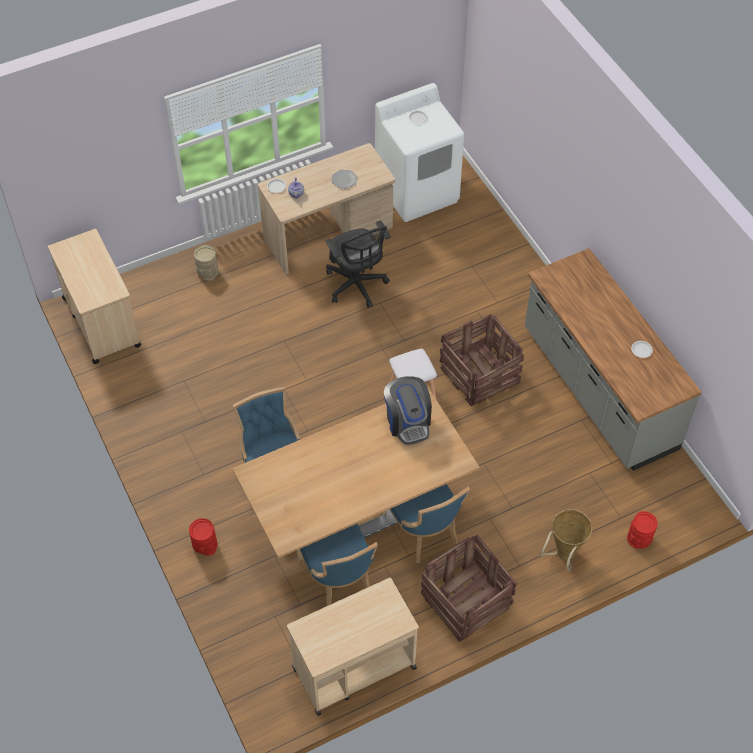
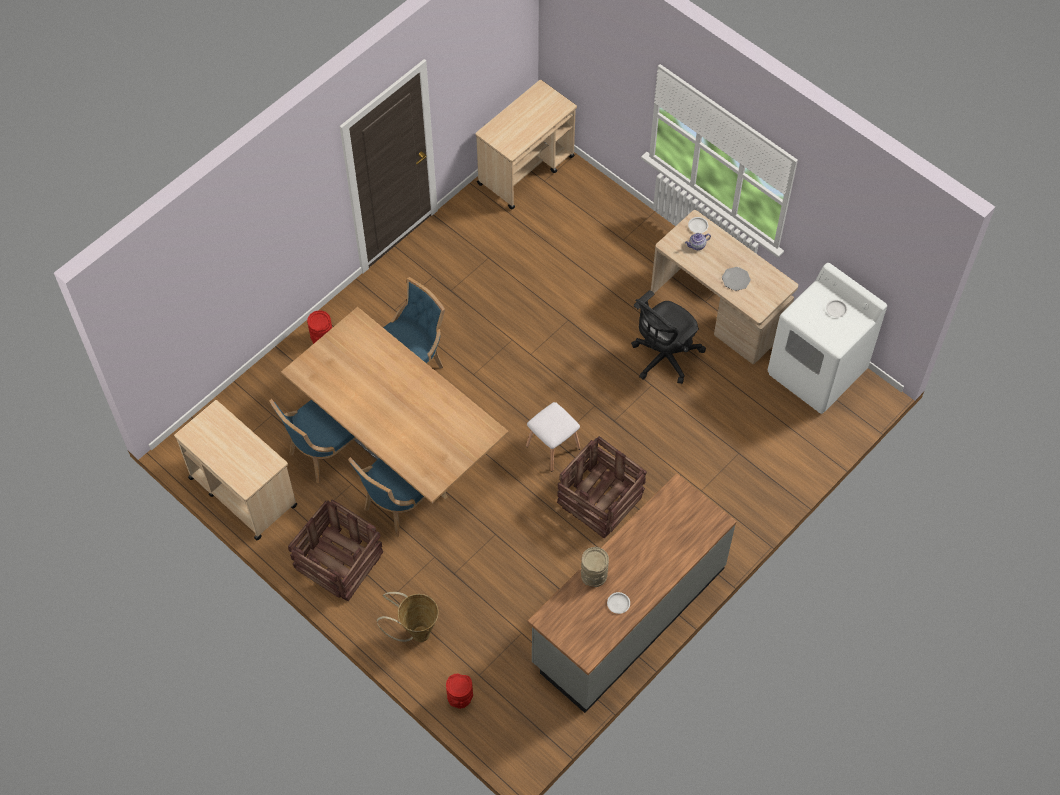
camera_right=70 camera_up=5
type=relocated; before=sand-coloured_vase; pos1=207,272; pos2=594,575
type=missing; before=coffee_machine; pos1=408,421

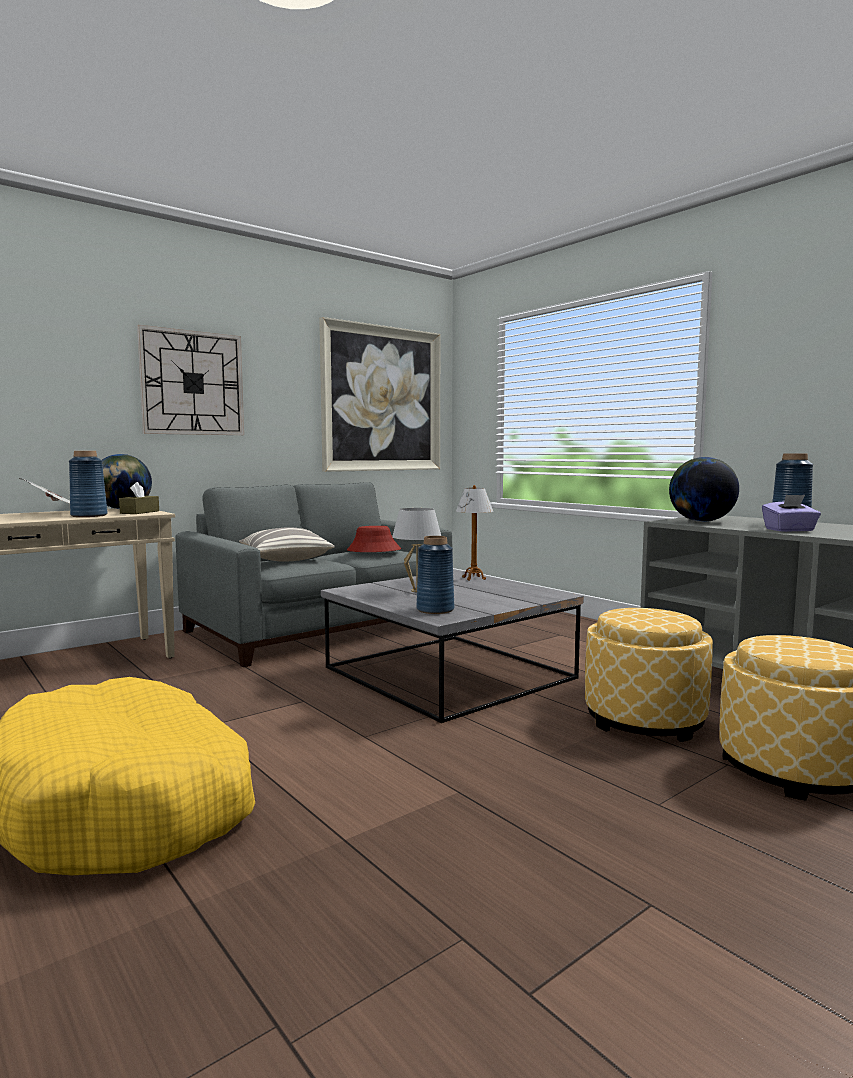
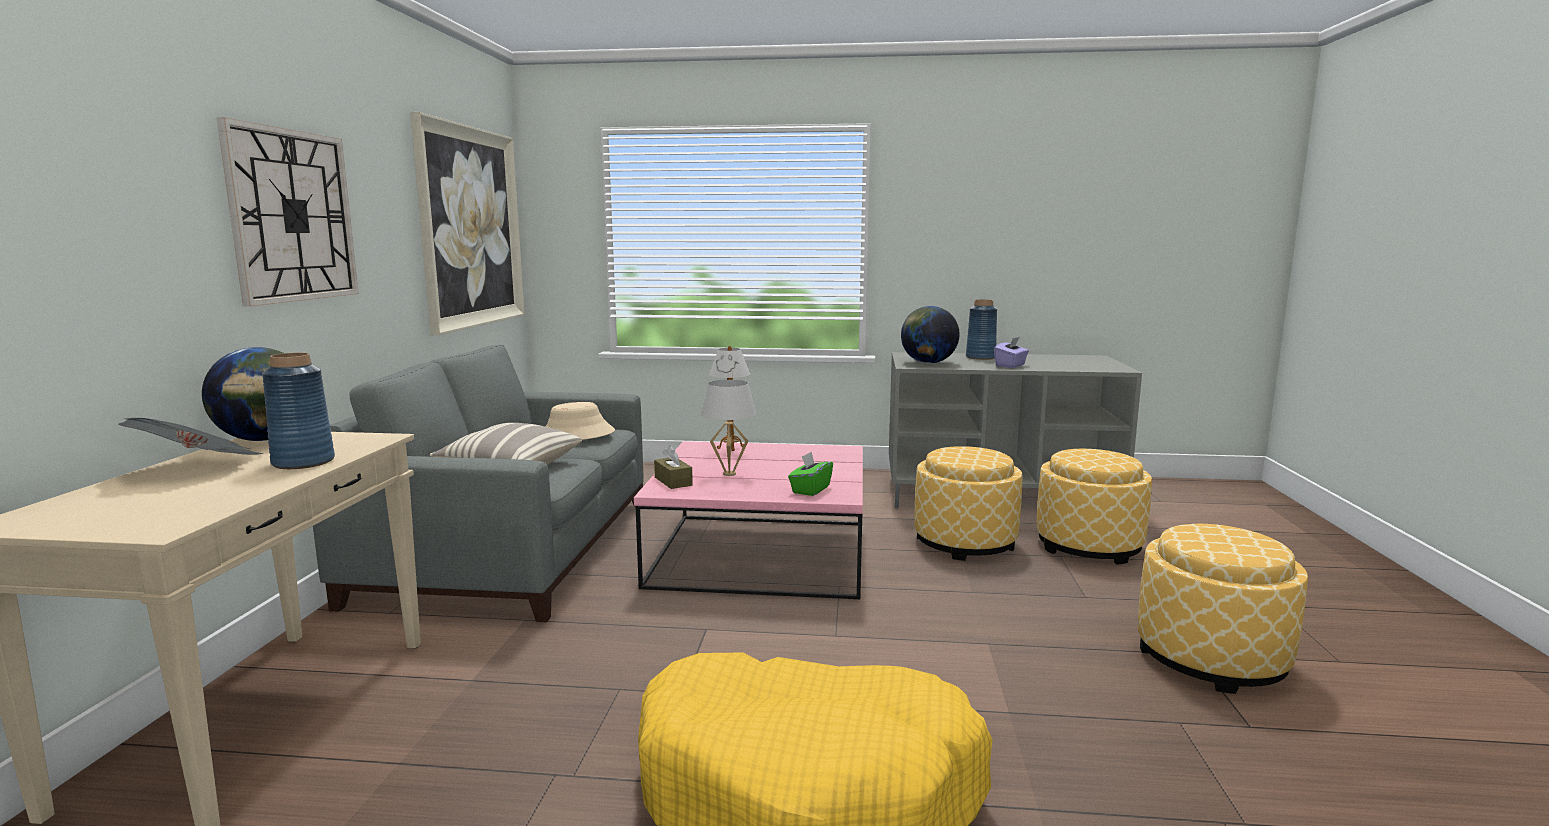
camera_right=-45 camera_up=5
type=relocated; before=brown_tissue_box; pos1=140,512; pos2=673,481
type=colour; before=greyish_low_table; after=pink_low_table; pos1=449,672; pos2=759,552
type=colour; before=reddish_hat; after=sand-coloured_hat; pos1=373,550; pos2=576,435
type=exchanged; before=blue-coloured_vase; after=green-coloured_tissue_box; pos1=435,610; pos2=810,489
type=appeared; after=pouffe; pos2=1211,658

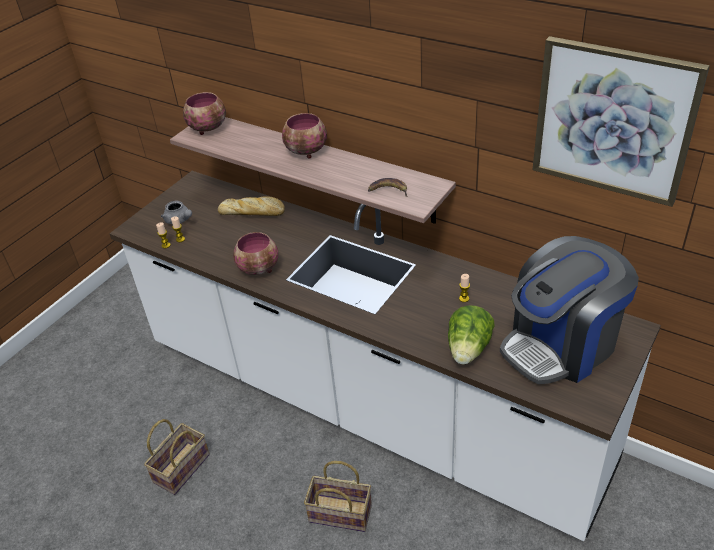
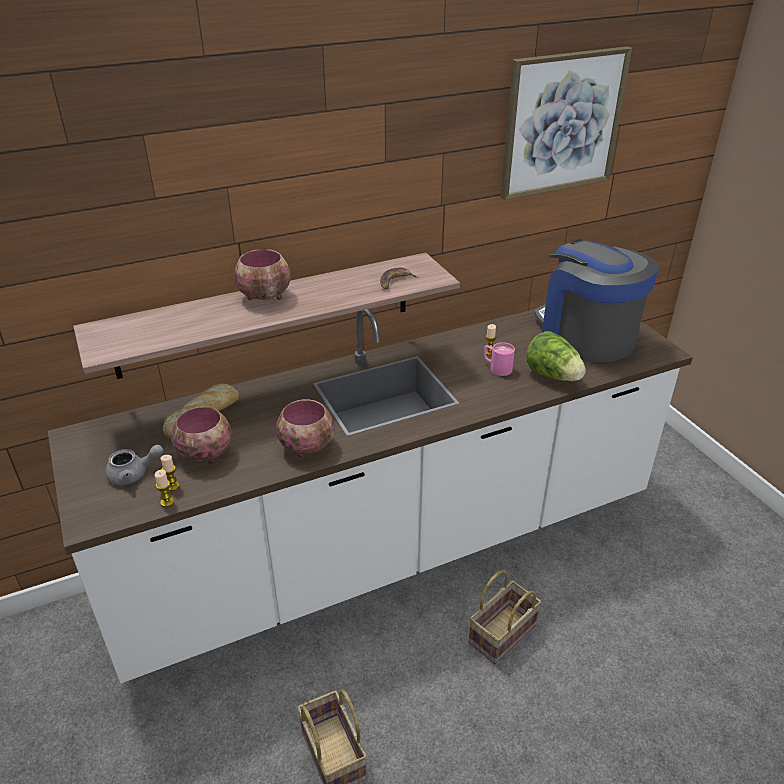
camera_right=-60 camera_up=-5
type=relocated; before=deep_dish; pos1=209,128; pos2=205,453
type=spun; before=coffee_machine; pos1=561,345; pos2=586,335; turn=150
type=appeared; after=pink_mug; pos2=496,368

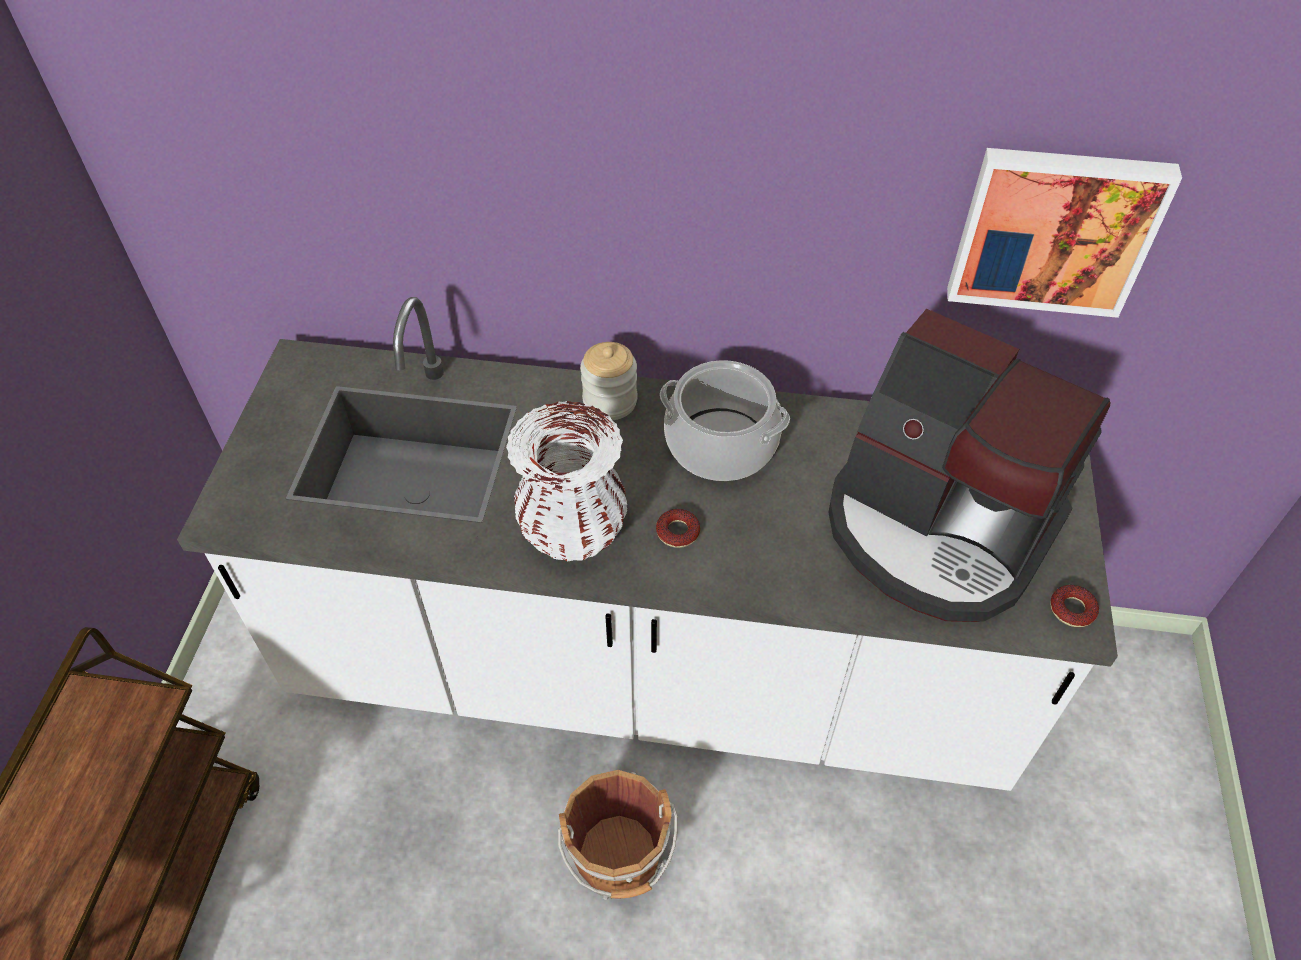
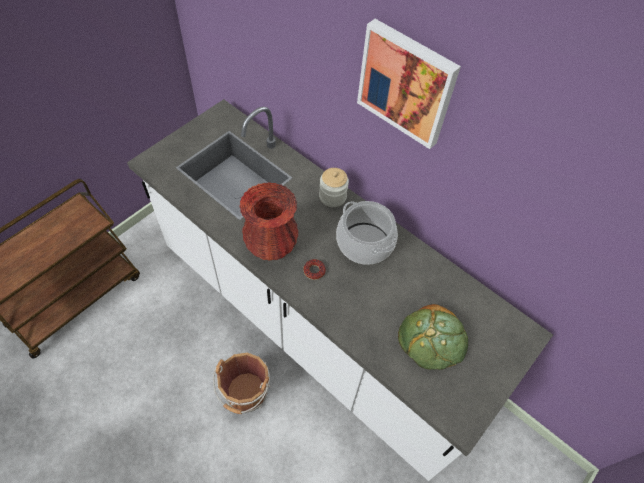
camera_right=30 camera_up=5
type=colour; before=white_vase; after=reddish_vase; pos1=573,534; pos2=271,246
type=exchanged; before=coffee_machine; after=bakery_bread; pos1=938,528; pos2=432,340
type=relocated; before=wall_picture; pos1=1054,229; pos2=407,83
type=missing; before=ring_doughnut; pos1=1072,609

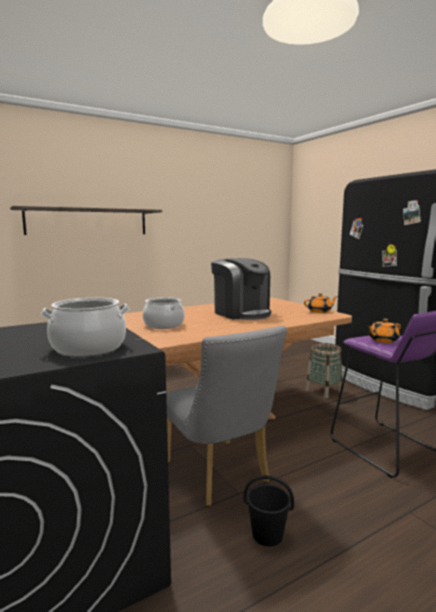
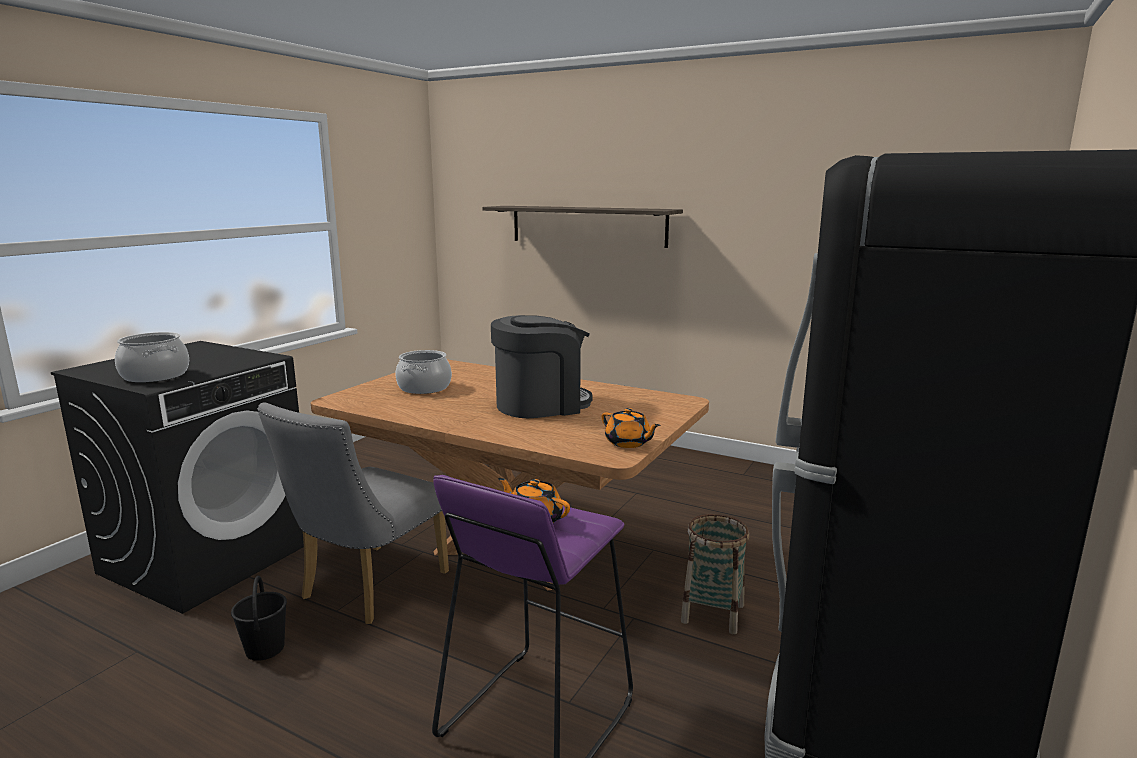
camera_right=60 camera_up=5
type=spun; before=coffee_machine; pos1=241,313; pos2=541,404; turn=-135

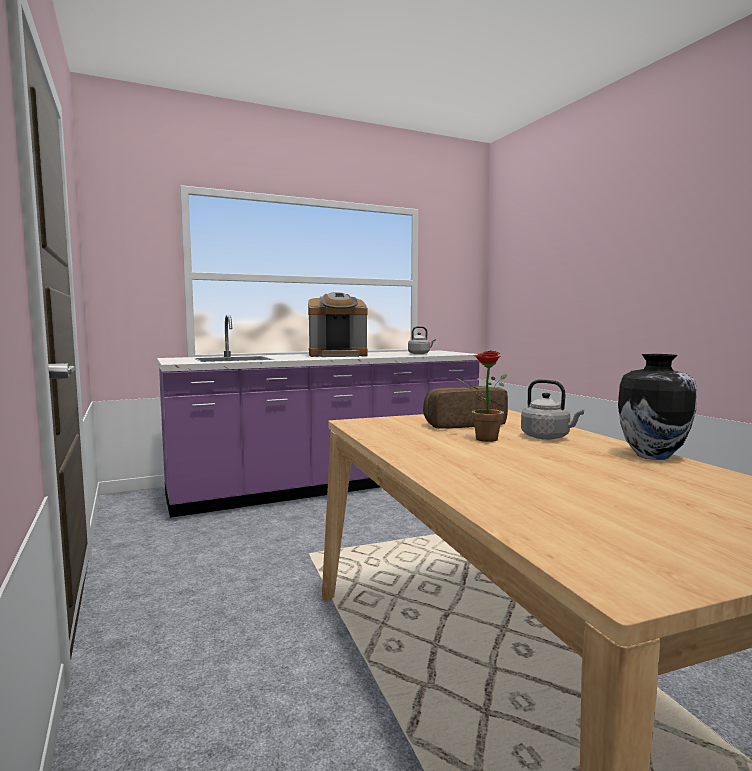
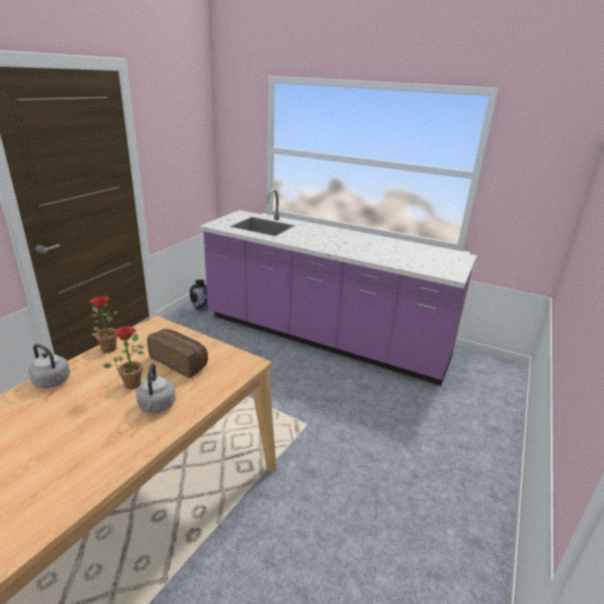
camera_right=50 camera_up=20
type=missing; before=coffee_machine; pos1=338,355
type=relocated; before=greyish_water_kettle; pos1=420,353; pos2=53,382
type=relocated; before=vase; pos1=652,456; pos2=202,309
type=appeared; after=potted_plant; pos2=106,347

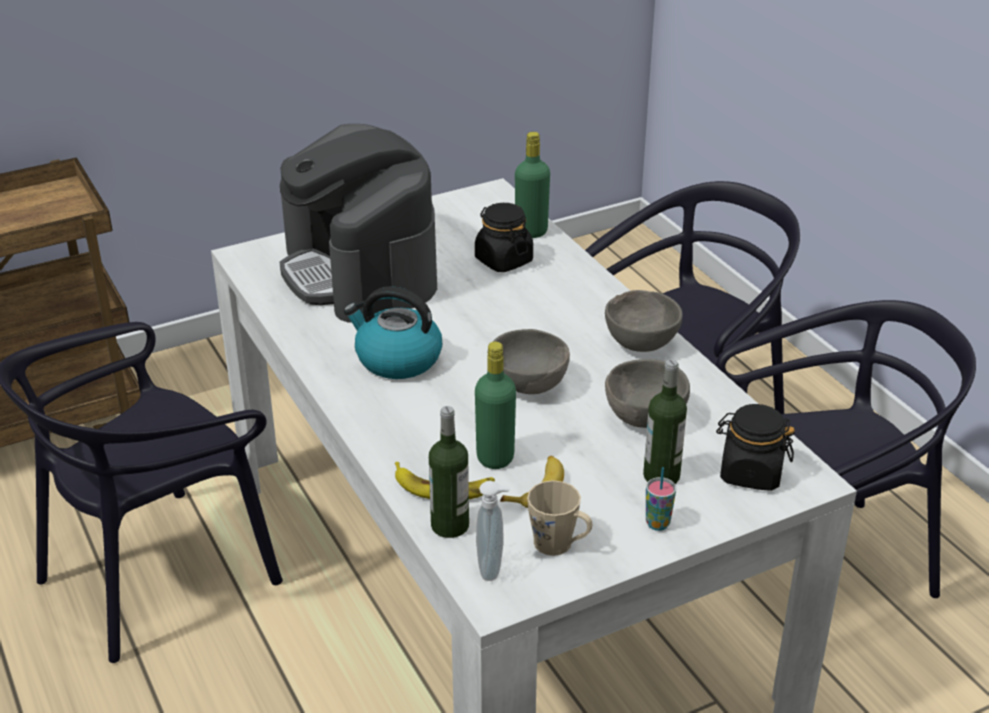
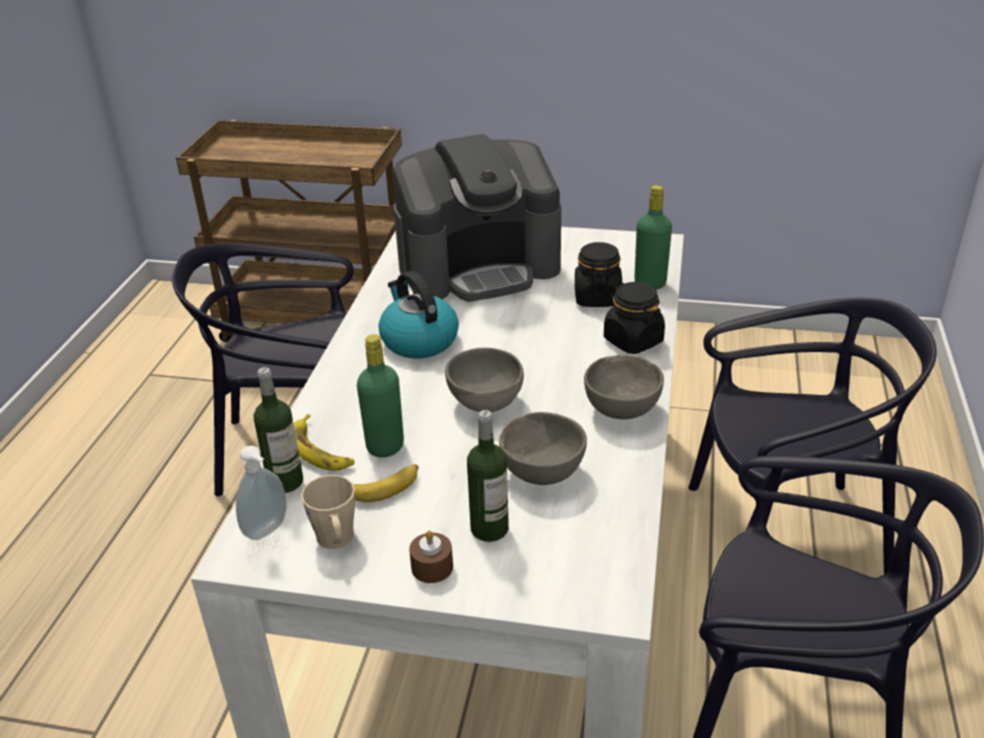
camera_right=40 camera_up=0
type=spun; before=coffee_machine; pos1=360,272; pos2=479,267; turn=-120
type=exchanged; before=cup; after=brown_wax_candle; pos1=657,524; pos2=432,567
type=relocated; before=blackish_preserve_jar; pos1=750,473; pos2=632,340

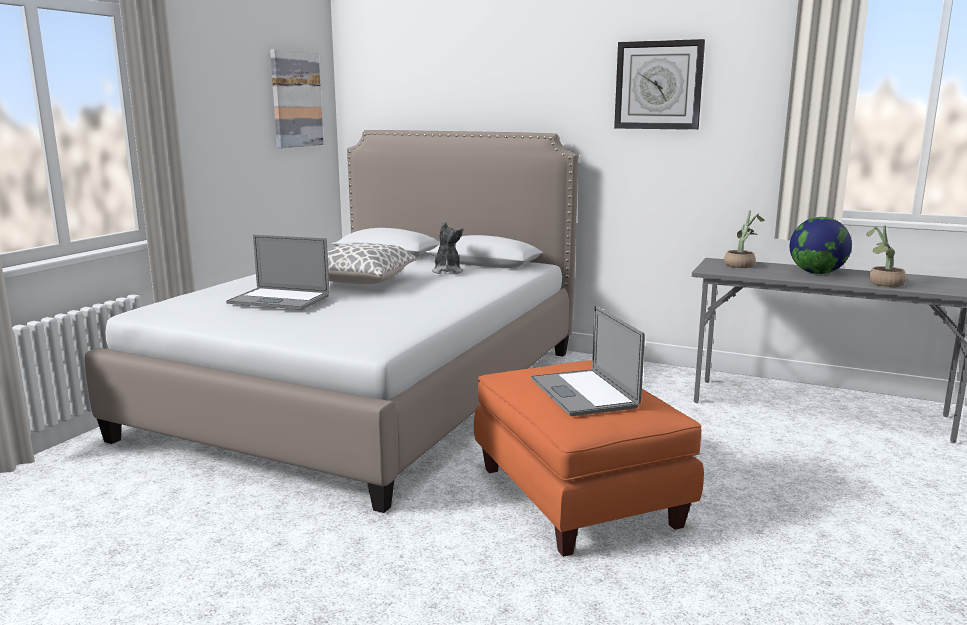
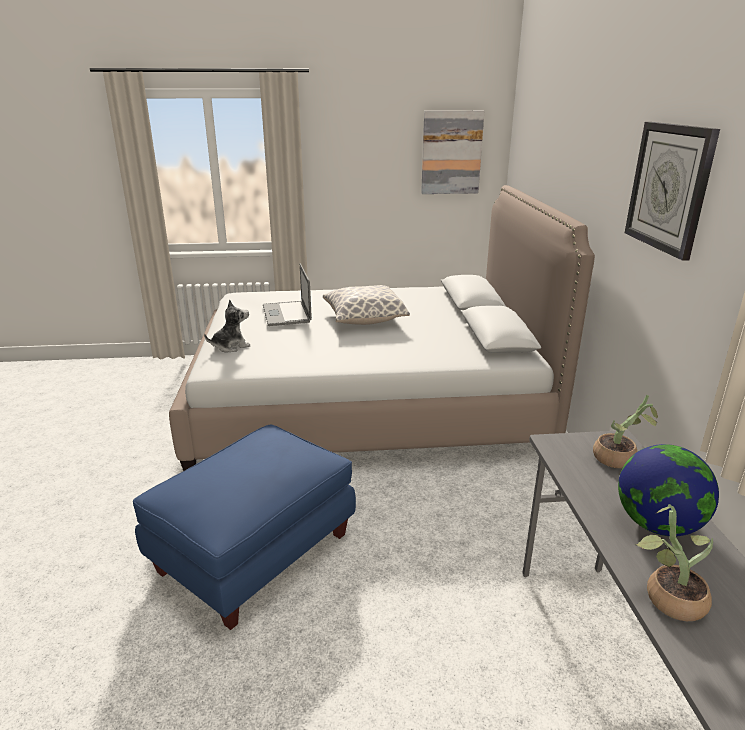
camera_right=60 camera_up=10
type=relocated; before=soft_toy; pos1=447,271; pos2=230,346
type=colour; before=orangey_pouffe; after=blue-coloured_pouffe; pos1=579,496; pos2=255,554
type=missing; before=portable_computer; pos1=583,393

